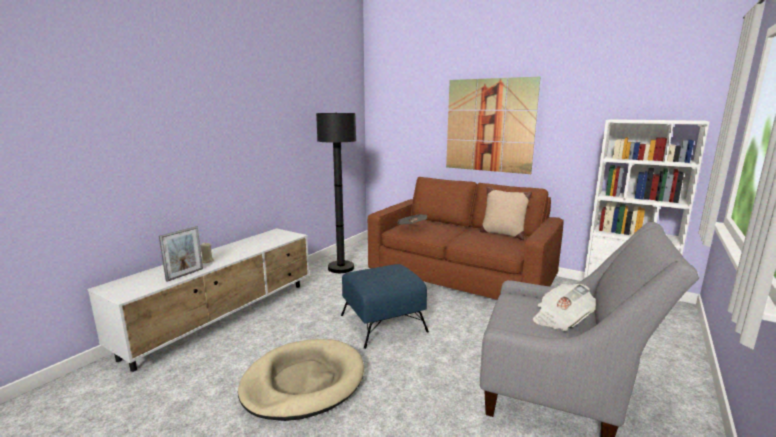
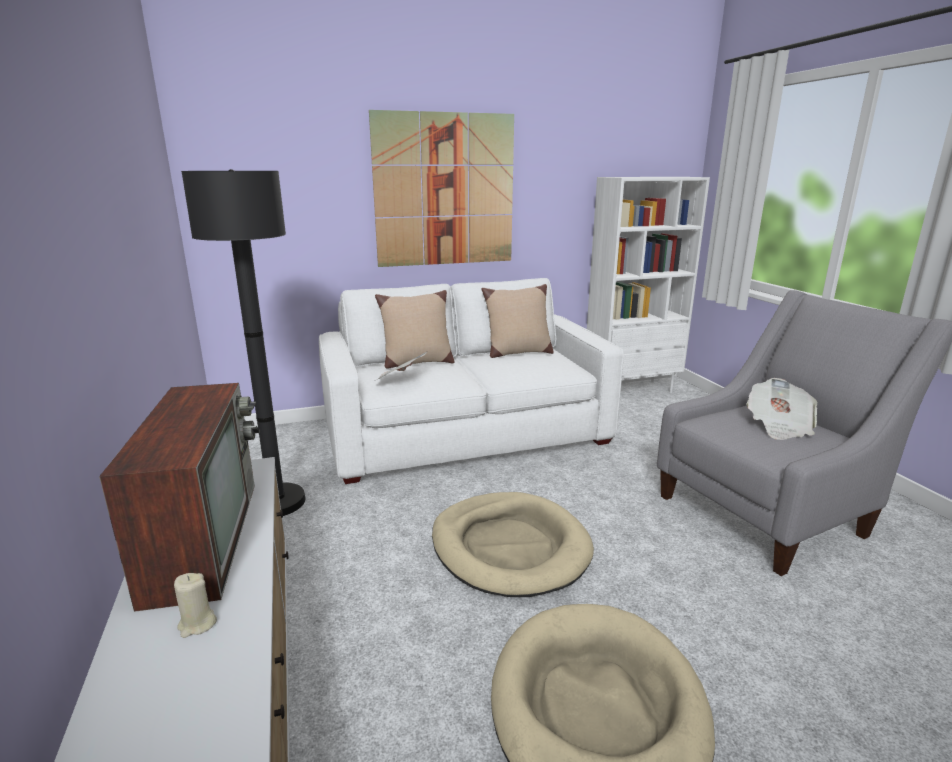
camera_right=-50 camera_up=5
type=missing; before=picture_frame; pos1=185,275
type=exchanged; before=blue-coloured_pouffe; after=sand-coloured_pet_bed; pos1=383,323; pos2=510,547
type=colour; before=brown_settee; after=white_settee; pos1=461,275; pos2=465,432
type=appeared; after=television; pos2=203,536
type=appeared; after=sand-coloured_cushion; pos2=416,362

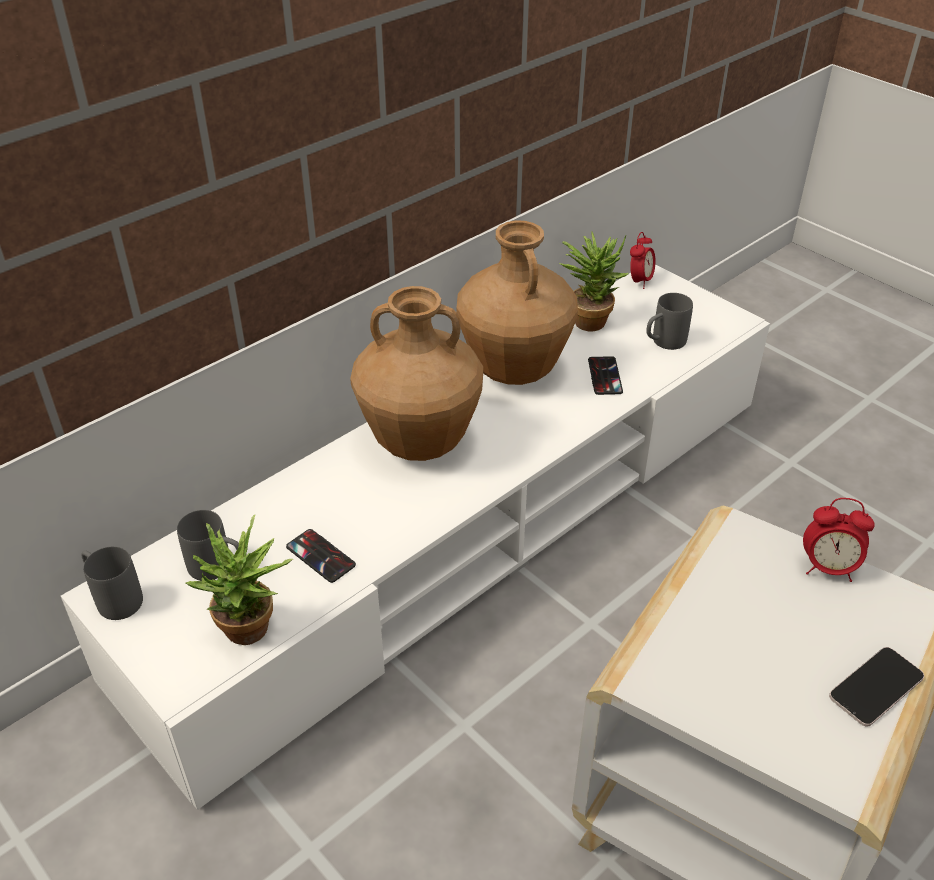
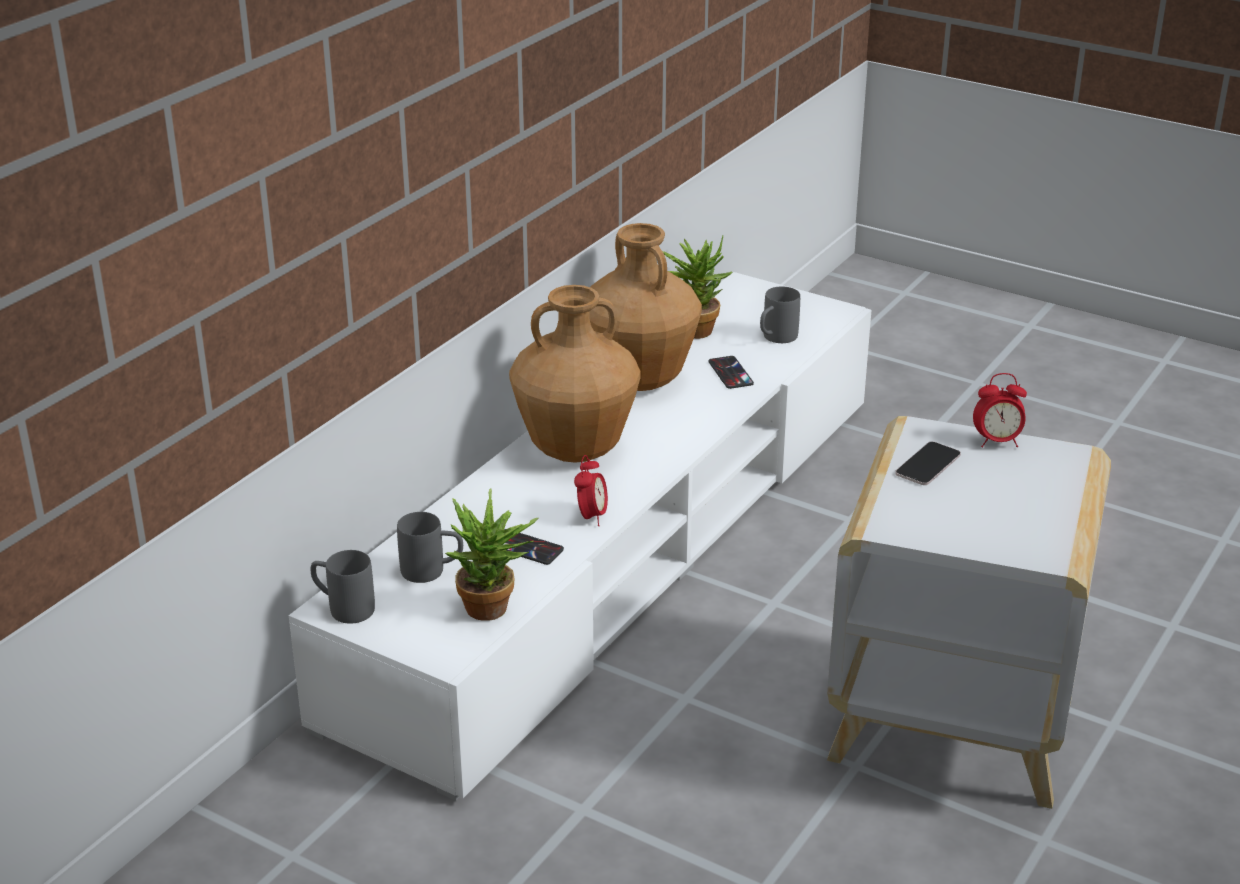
camera_right=-15 camera_up=-10
type=relocated; before=alarm_clock; pos1=640,281; pos2=591,516
type=relocated; before=phone; pos1=876,687; pos2=928,465

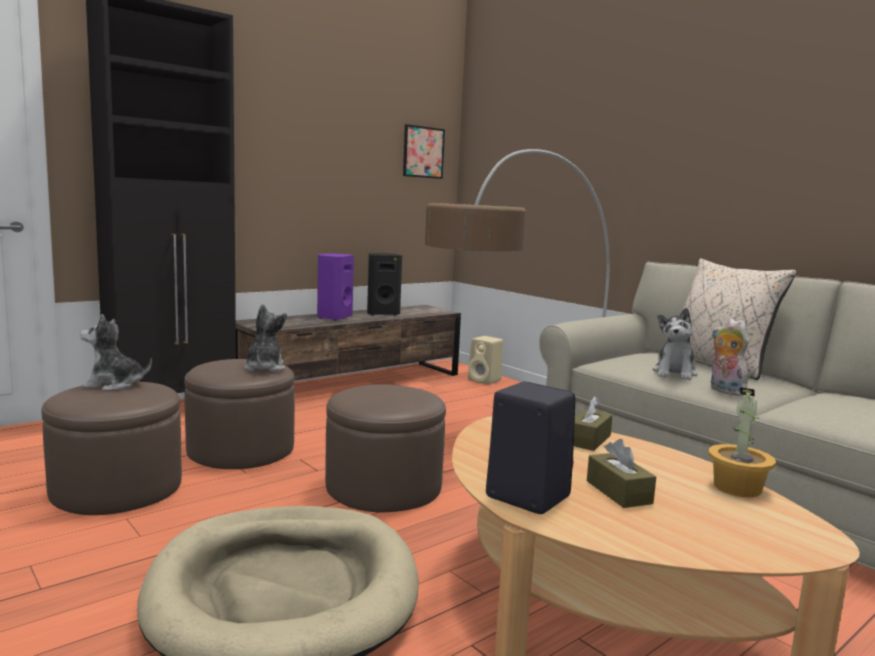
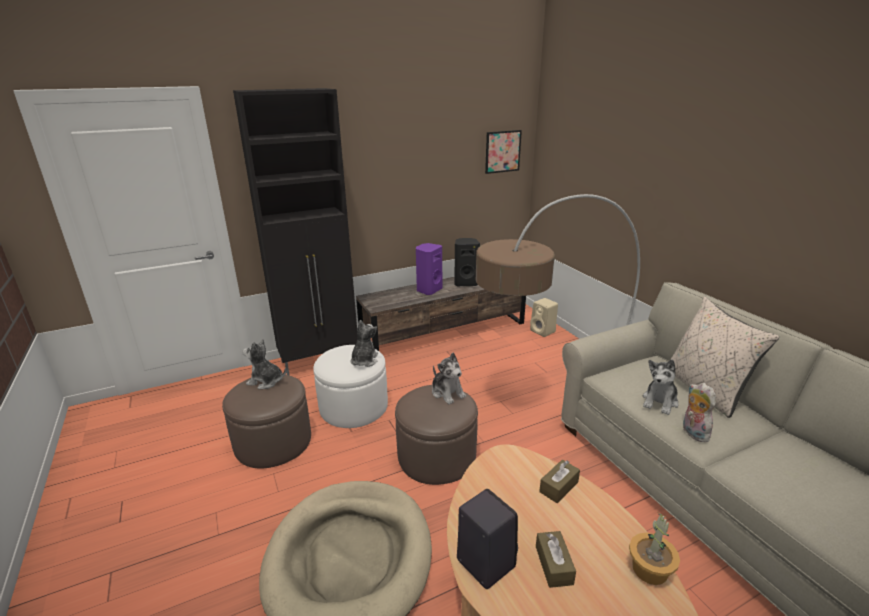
camera_right=15 camera_up=15
type=colour; before=brown_pouffe; after=white_pouffe; pos1=241,449; pos2=353,406
type=appeared; after=soft_toy; pos2=447,392

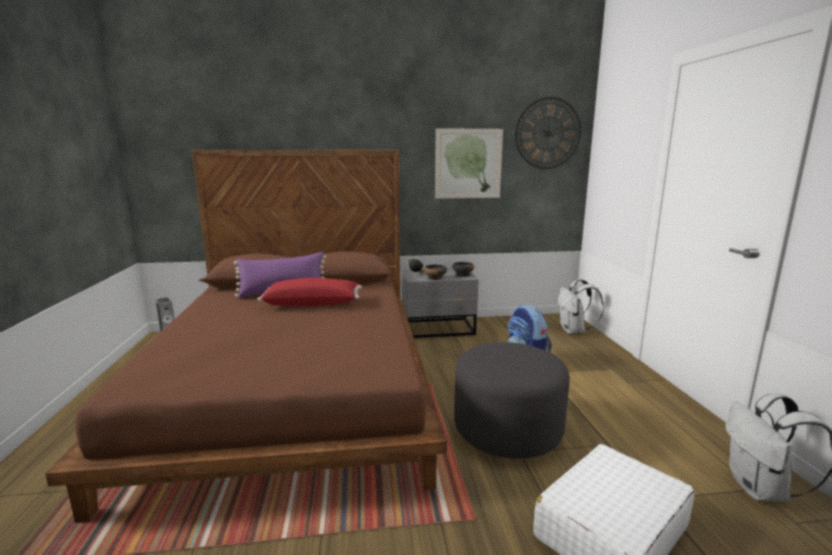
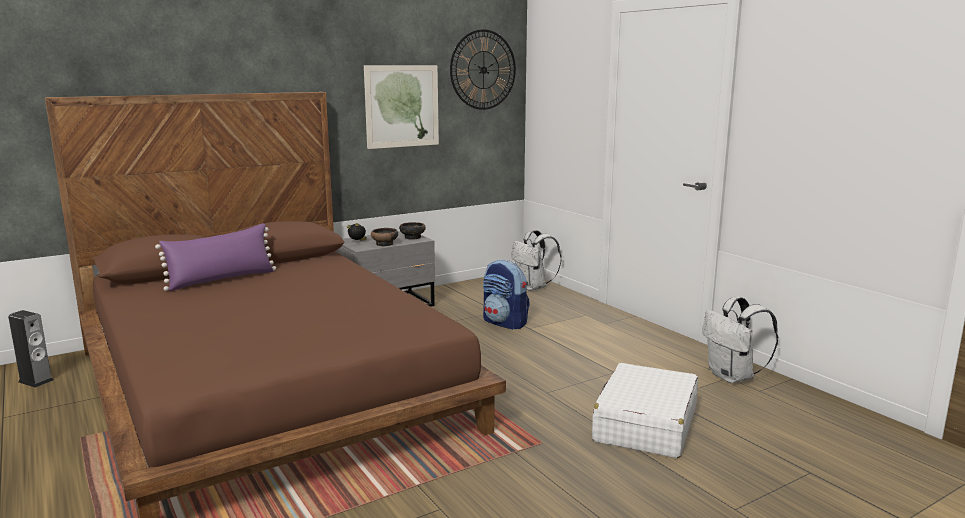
camera_right=-25 camera_up=0
type=missing; before=reddish_cushion; pos1=312,303
type=missing; before=greyish_pouffe; pos1=507,429

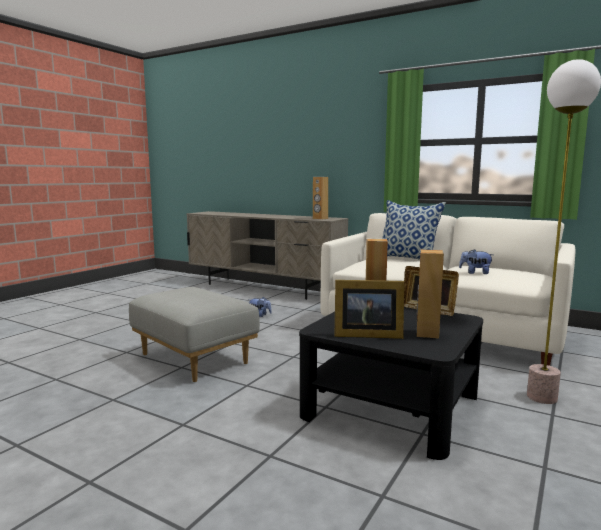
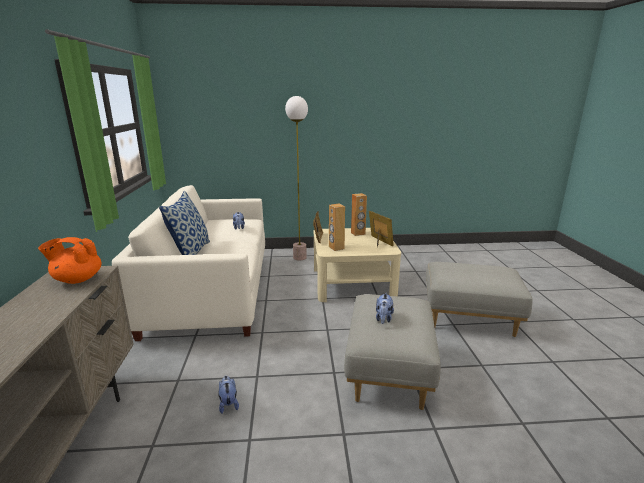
camera_right=-125 camera_up=10
type=colour; before=blackish_low_table; after=sand-coloured_low_table; pos1=392,405; pos2=352,282
type=exchanged; before=brown_speaker; after=orangey_pot_for_tea; pos1=320,218; pos2=77,279
type=appeared; after=soft_toy; pos2=383,318
type=appeared; after=greyish_pouffe; pos2=470,318

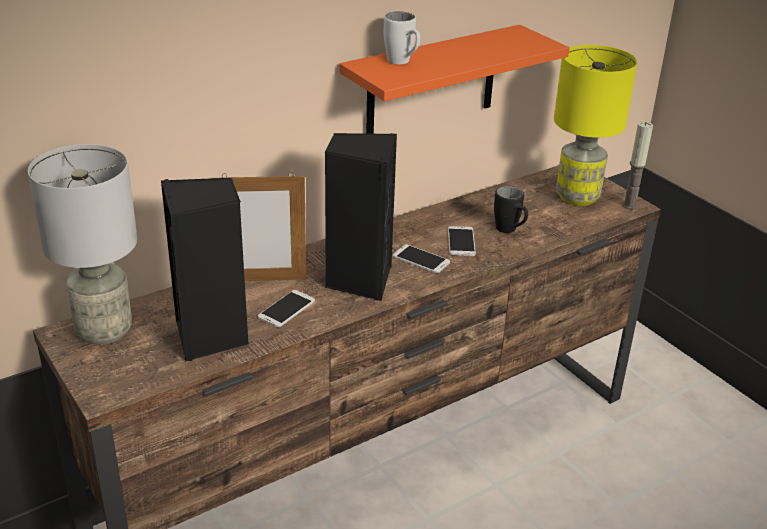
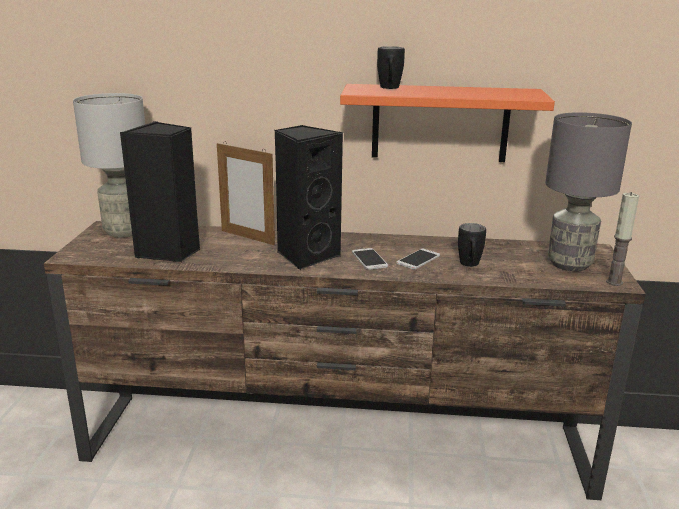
camera_right=40 camera_up=-10
type=missing; before=phone; pos1=286,309
type=colour; before=white_mug; after=blackish_mug; pos1=403,63; pos2=389,88
type=colour; before=yellow_tabletop_lamp; after=greyish_tabletop_lamp; pos1=578,197; pos2=570,264

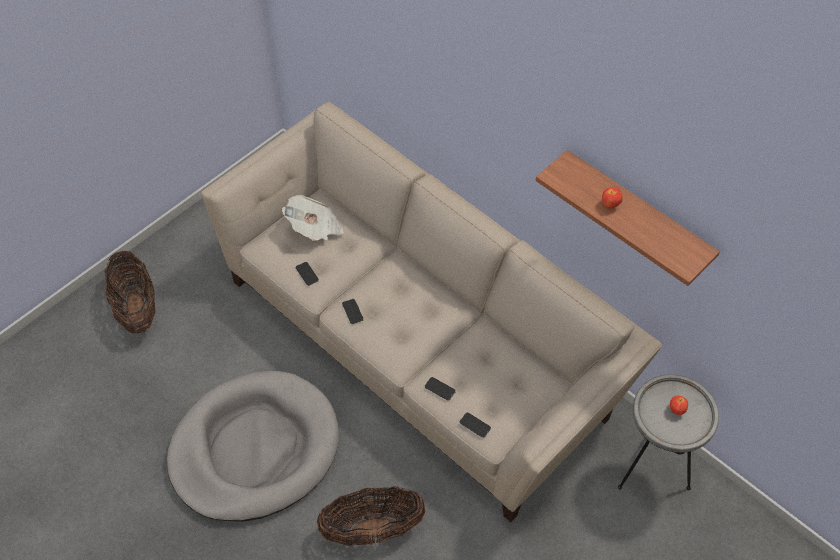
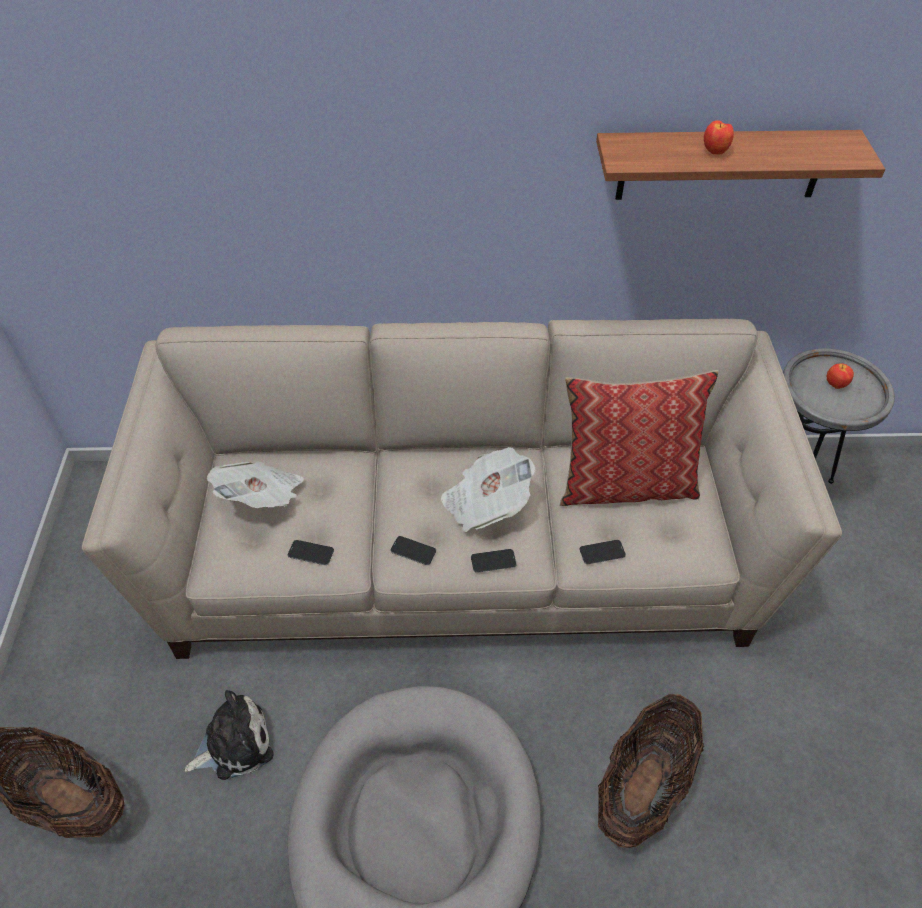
camera_right=-45 camera_up=-5
type=relocated; before=phone; pos1=475,425; pos2=493,561
type=appeared; after=soft_toy; pos2=234,743
type=appeared; after=printed_paper; pos2=486,503
type=appeared; after=cushion; pos2=625,484

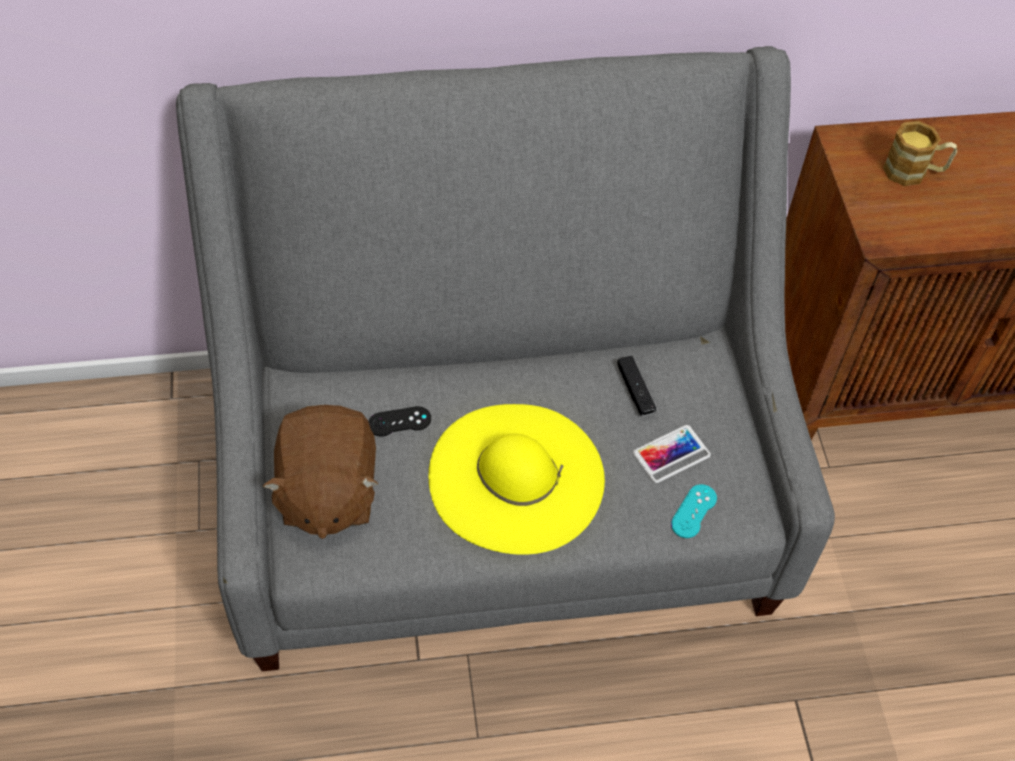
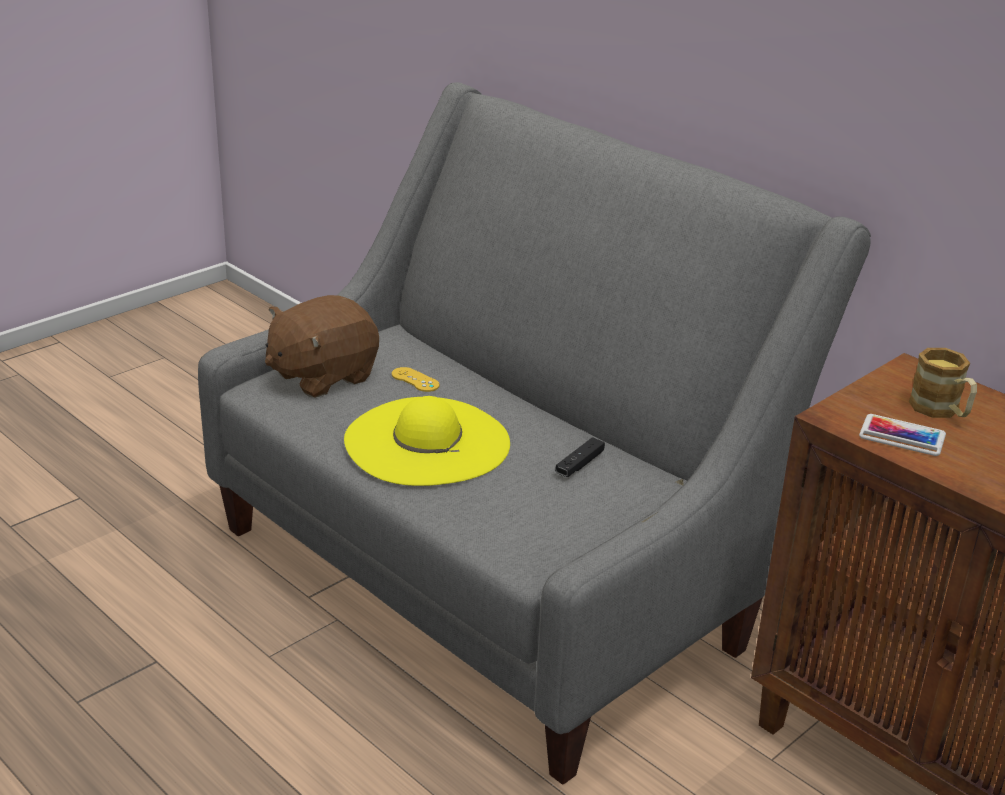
camera_right=55 camera_up=-25
type=colour; before=blackish_game_controller; after=yellow_game_controller; pos1=399,421; pos2=415,380
type=relocated; before=phone; pos1=671,454; pos2=902,436
type=missing; before=turquoise-coloured_game_controller; pos1=694,511

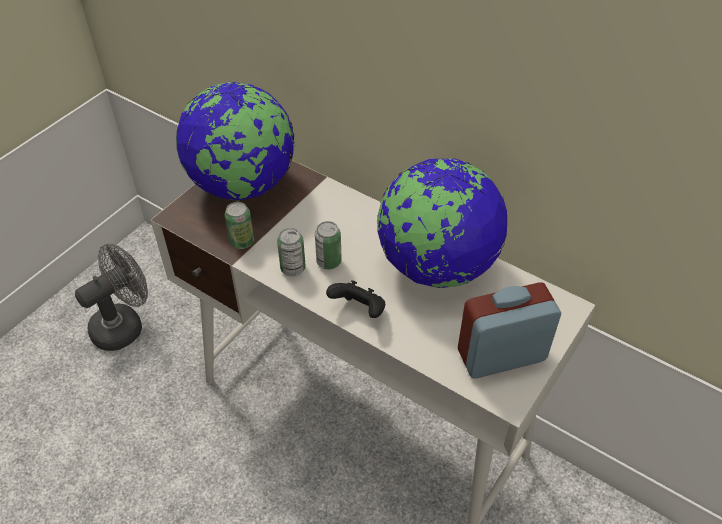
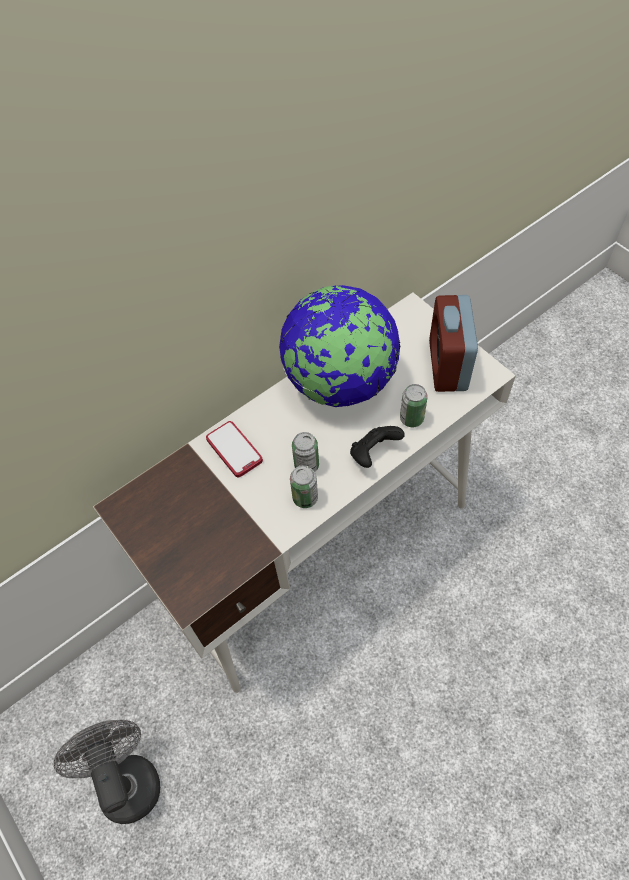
camera_right=-70 camera_up=10
type=missing; before=globe; pos1=243,185
type=relocated; before=sealed_can; pos1=242,241; pos2=411,418
type=appeared; after=phone; pos2=234,450

